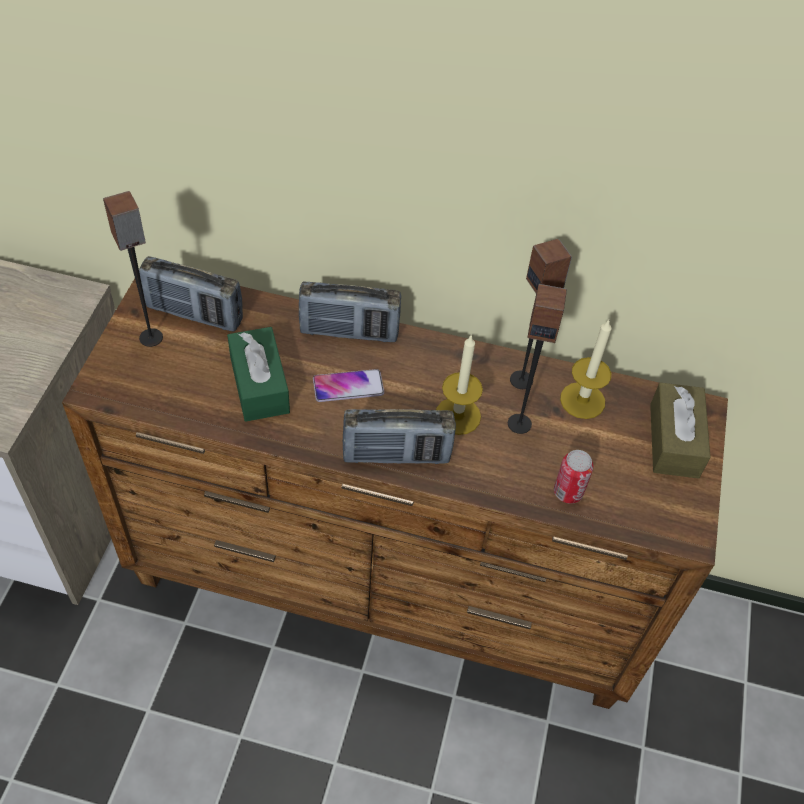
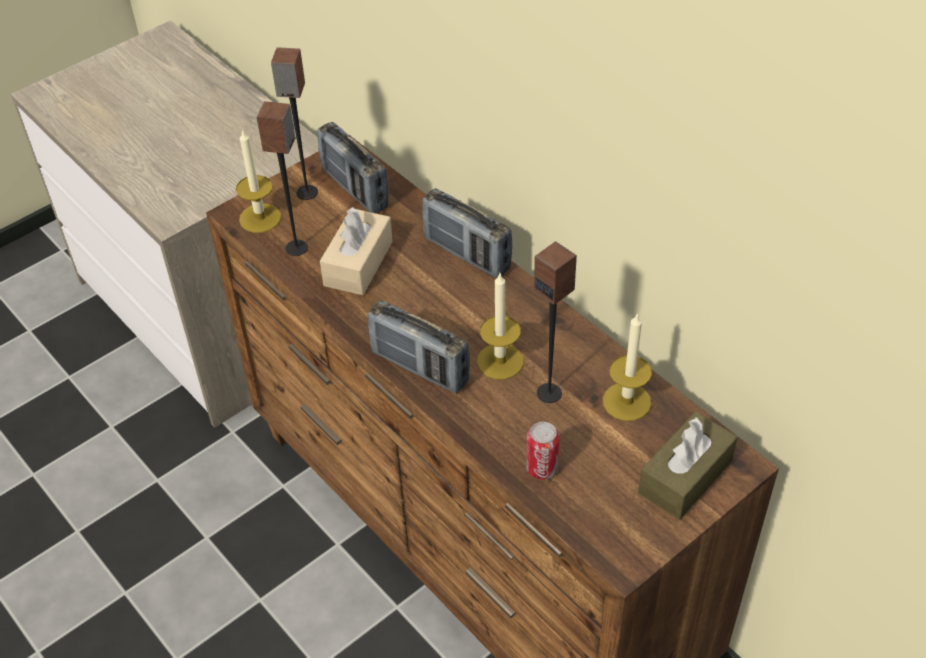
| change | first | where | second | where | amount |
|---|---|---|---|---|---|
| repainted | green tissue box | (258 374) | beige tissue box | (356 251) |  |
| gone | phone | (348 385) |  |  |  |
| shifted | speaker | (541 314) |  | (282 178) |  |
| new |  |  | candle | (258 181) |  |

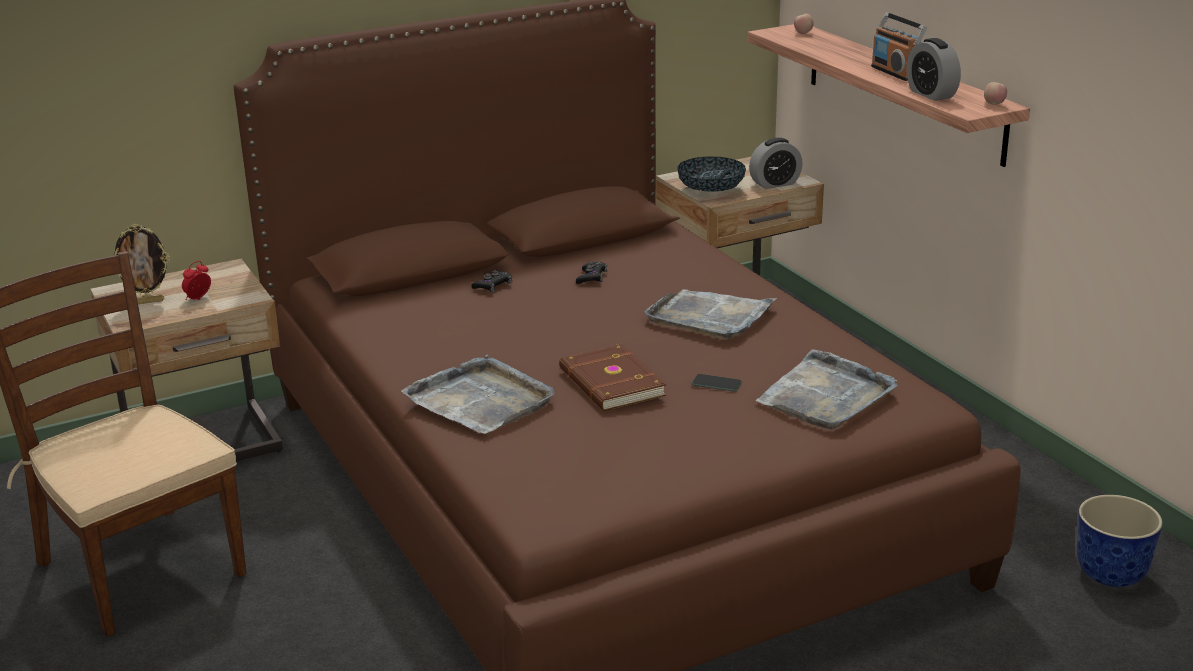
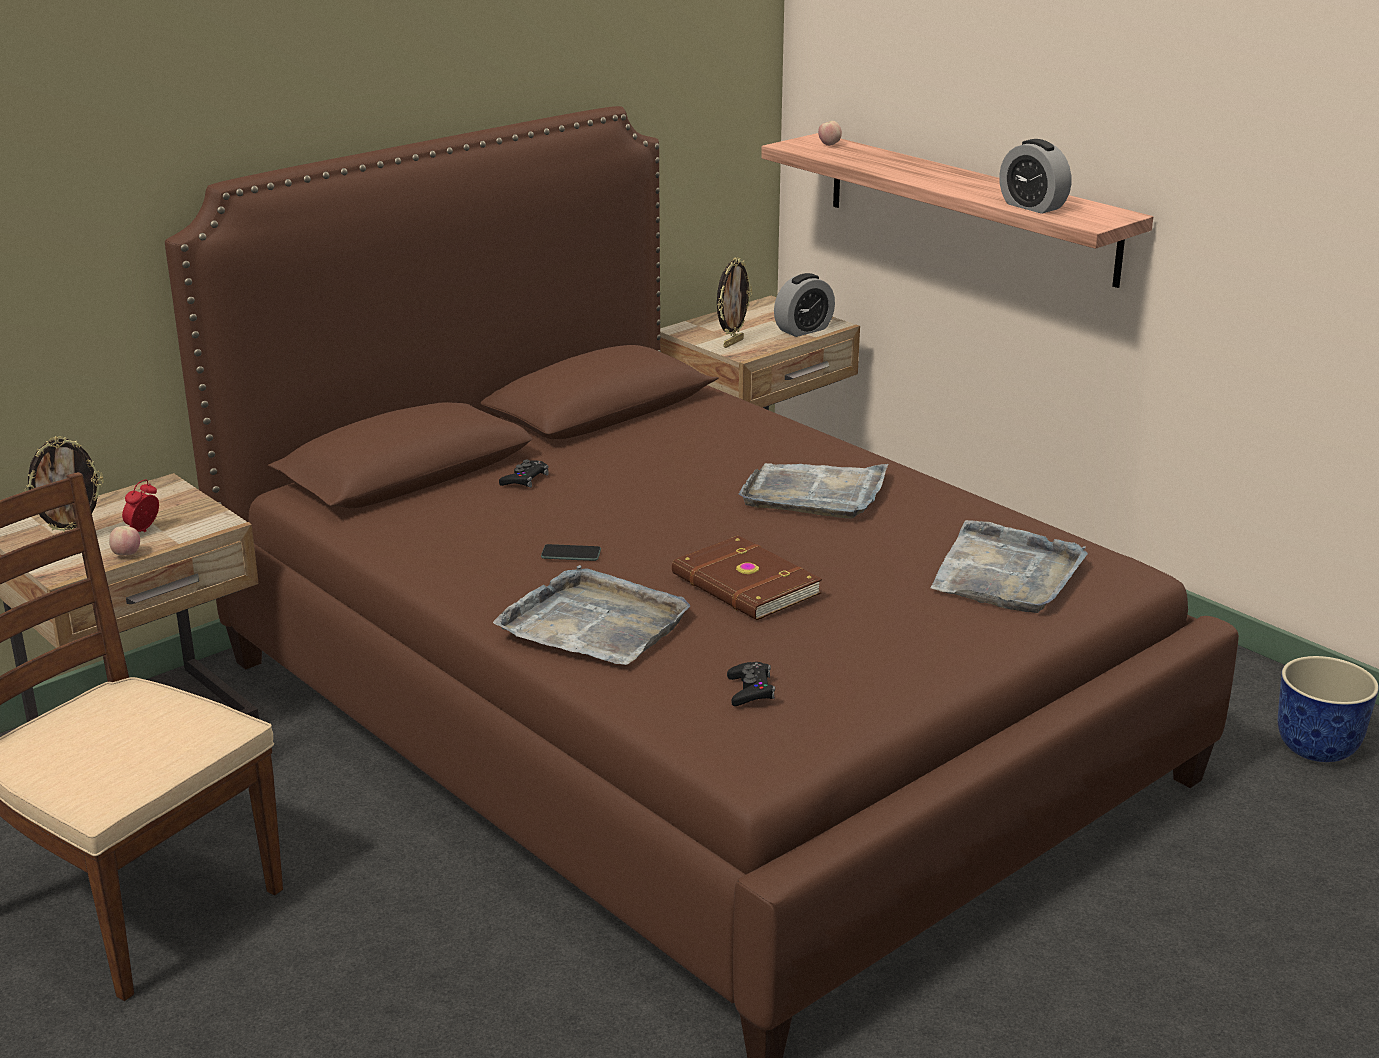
| change | first | where | second | where | amount |
|---|---|---|---|---|---|
| shifted | black game controller | (591 273) |  | (751 684) |  |
| swapped | bowl | (712 174) | picture frame | (734 302) |  |
| shifted | phone | (717 383) |  | (571 552) |  |
| gone | radio | (899 46) |  |  |  |
| shifted | apple | (995 93) |  | (124 540) |  |

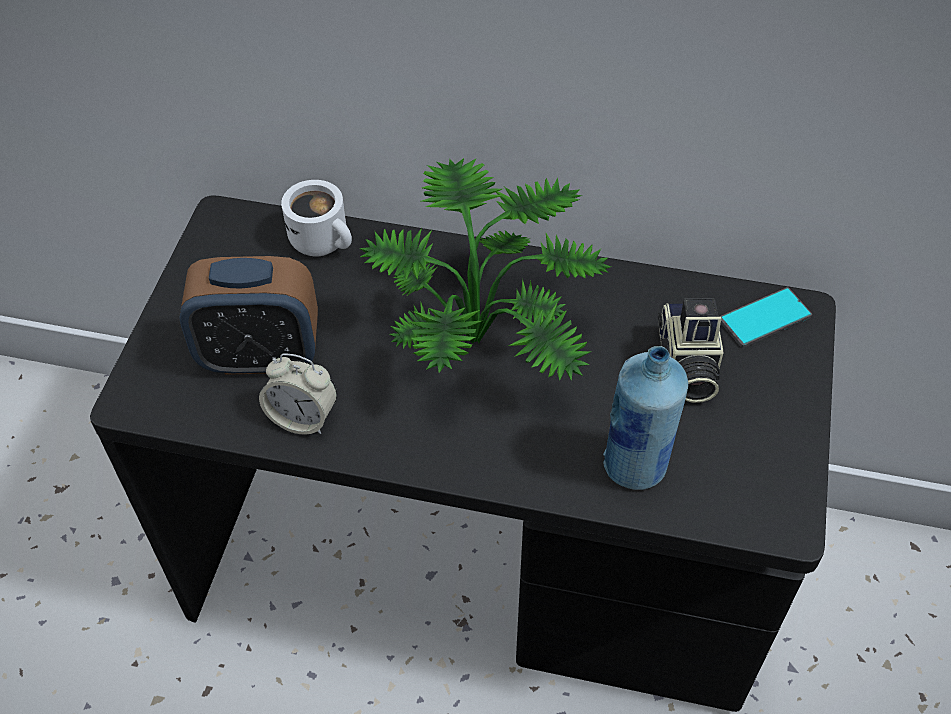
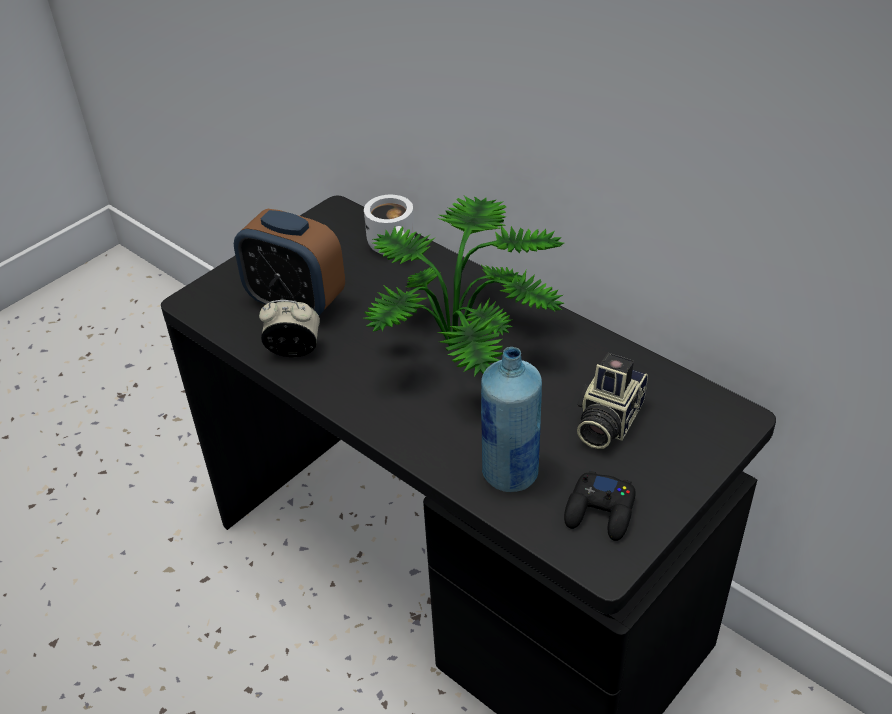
| change | first | where | second | where | amount |
|---|---|---|---|---|---|
| rotated | alarm clock | (298 394) |  | (289 328) | 135 degrees clockwise |
| gone | phone | (766 317) |  |  |  |
| new |  |  | black game controller | (599 505) |  |

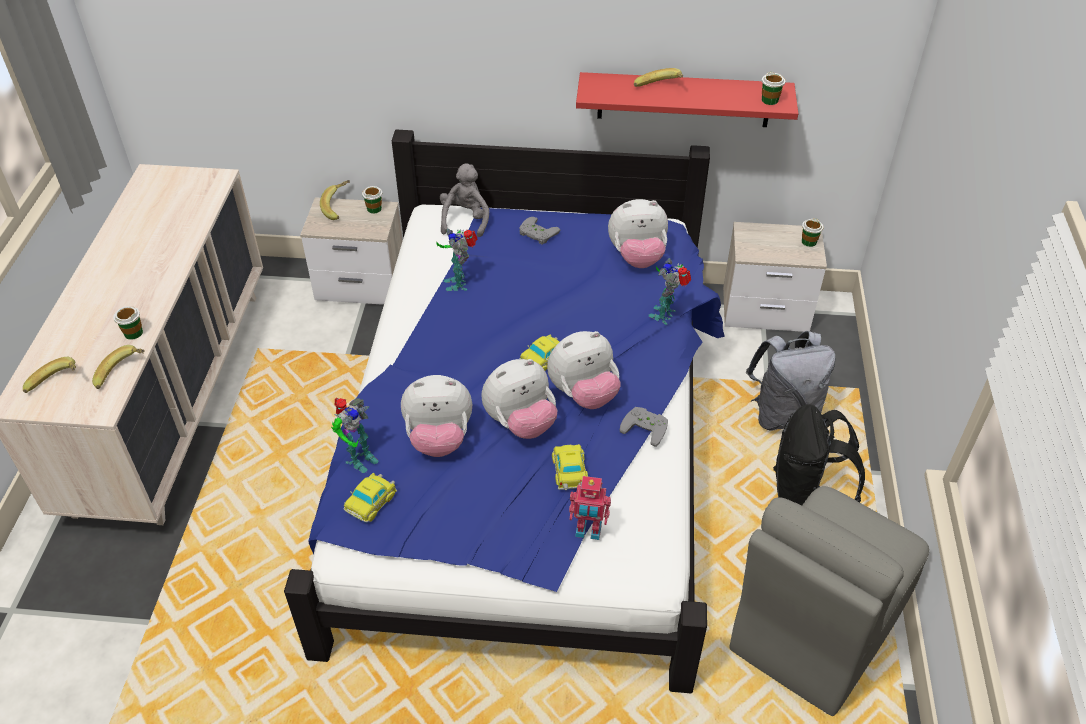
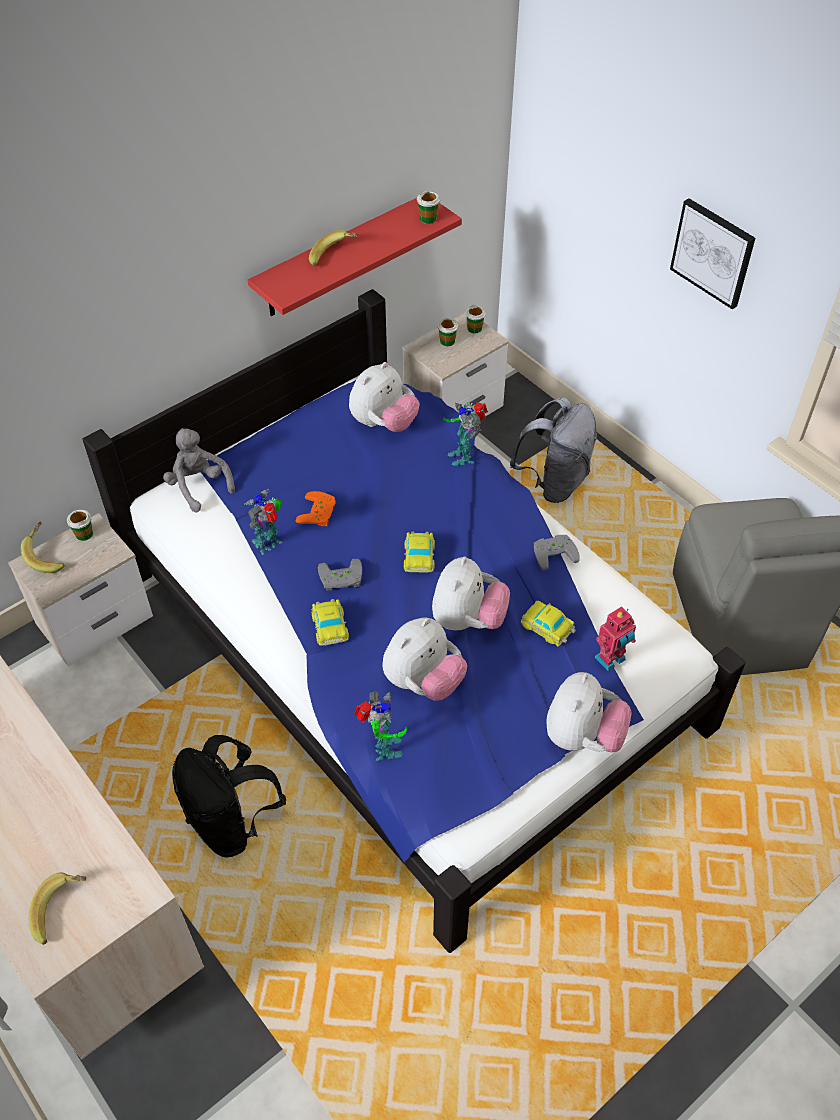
| change | first | where | second | where | amount |
|---|---|---|---|---|---|
| gone | banana | (118 367) |  |  |  |
| shifted | cup | (128 323) |  | (448 332) |  |
| shifted | toy car | (370 498) |  | (330 622) |  |
| rotated | toy robot | (457 260) |  | (263 522) | 105 degrees clockwise |
| shifted | grey game controller | (540 231) |  | (340 575) |  |
| shifted | plush toy | (584 370) |  | (589 712) |  |
| shifted | black backpack | (819 454) |  | (229 796) |  |
| new |  |  | orange game controller | (316 509) |  |
| new |  |  | picture | (712 253) |  |

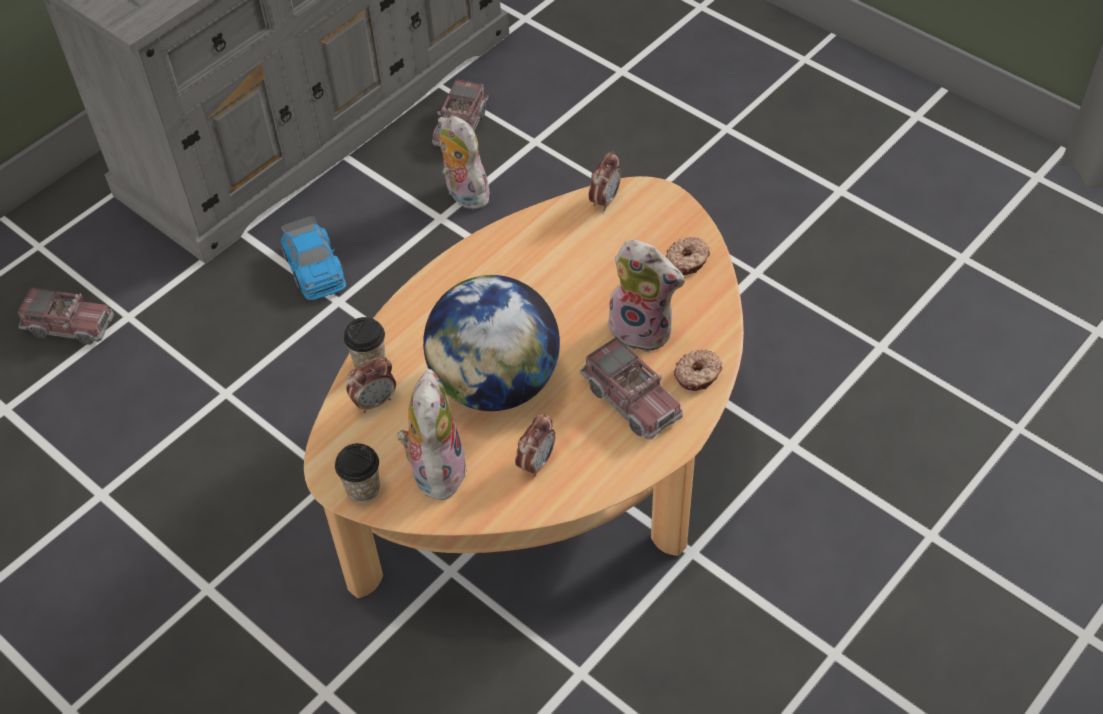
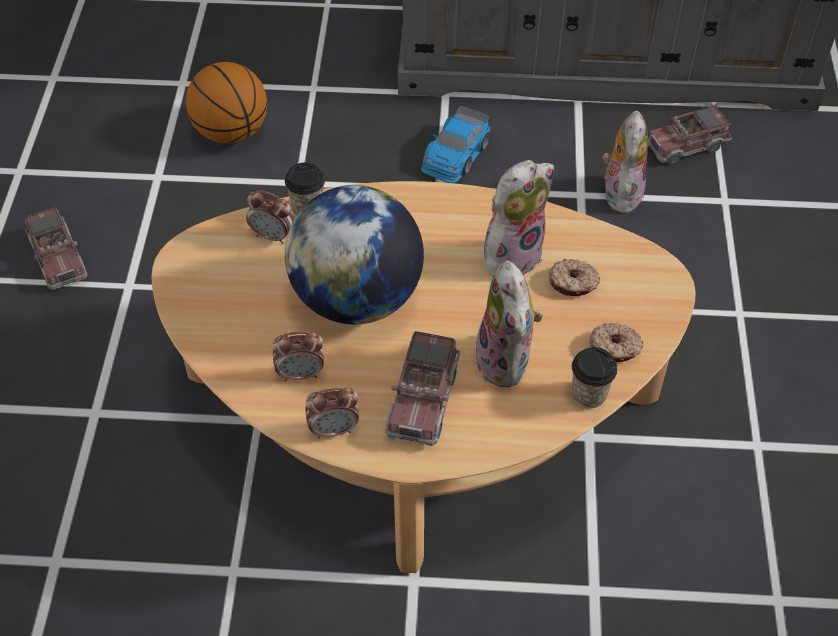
| change | first | where | second | where | amount |
|---|---|---|---|---|---|
| shifted | toy truck | (65 316) |  | (56 248) |  |
| shifted | cup | (357 473) |  | (594 377) |  |
| shifted | plush toy | (432 434) |  | (519 218) |  |
| shifted | alarm clock | (605 181) |  | (332 412) |  |
| shifted | donut | (698 370) |  | (574 277) |  |
| new |  |  | basketball | (226 103) |  |

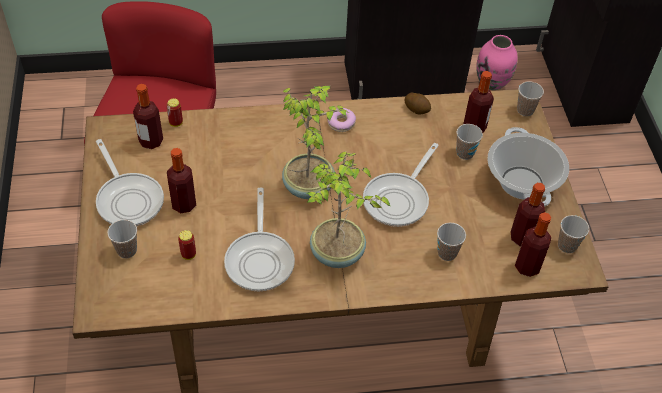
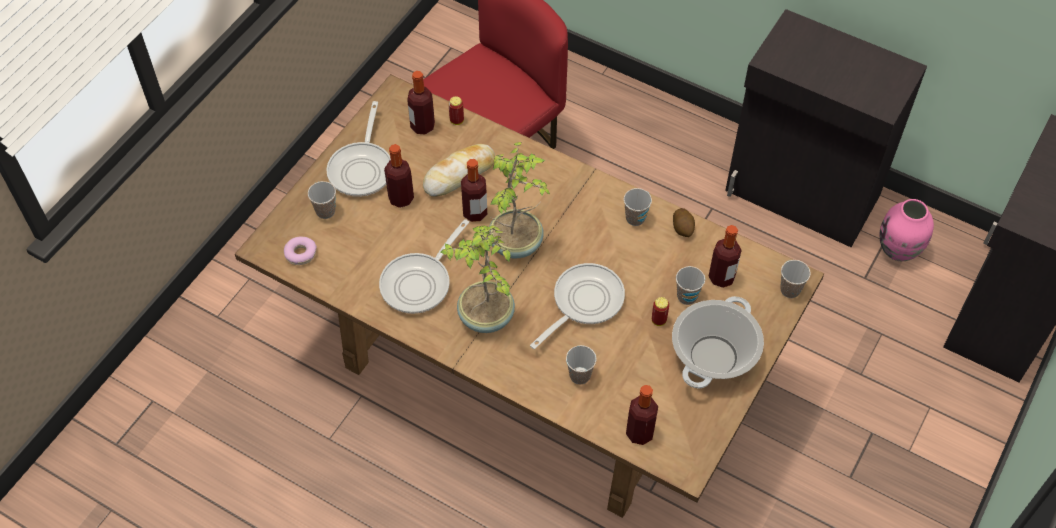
| change | first | where | second | where | amount |
|---|---|---|---|---|---|
| shifted | can | (187 245) |  | (660 311) |  |
| shifted | donut | (342 120) |  | (300 251) |  |
| rotated | frying pan | (401 185) |  | (577 306) | 150 degrees clockwise |
| shifted | bottle | (528 214) |  | (474 190) |  |
| shifted | cup | (573 234) |  | (638 207) |  |
| new |  |  | bread | (459 170) |  |

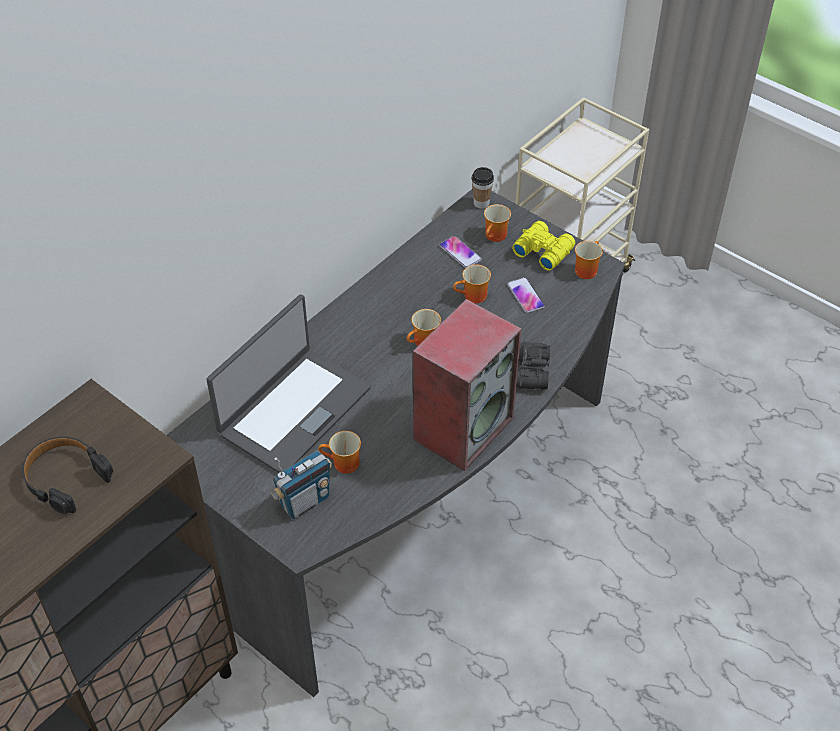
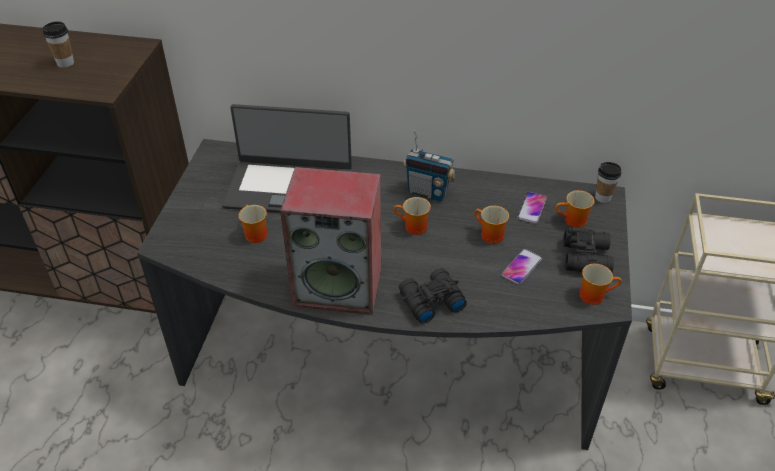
| change | first | where | second | where | amount |
|---|---|---|---|---|---|
| swapped | black headphones | (67 475) | cup | (58 44) |  |
| shifted | radio | (301 484) |  | (429 166) |  |
| repainted | yellow binoculars | (543 246) | black binoculars | (589 249) |  |

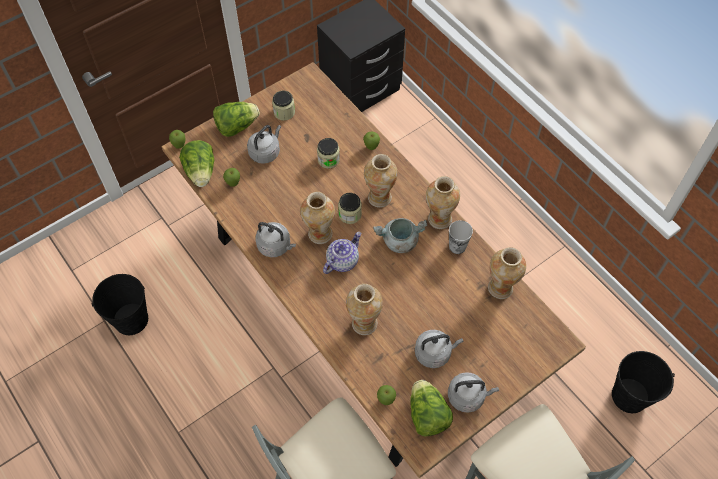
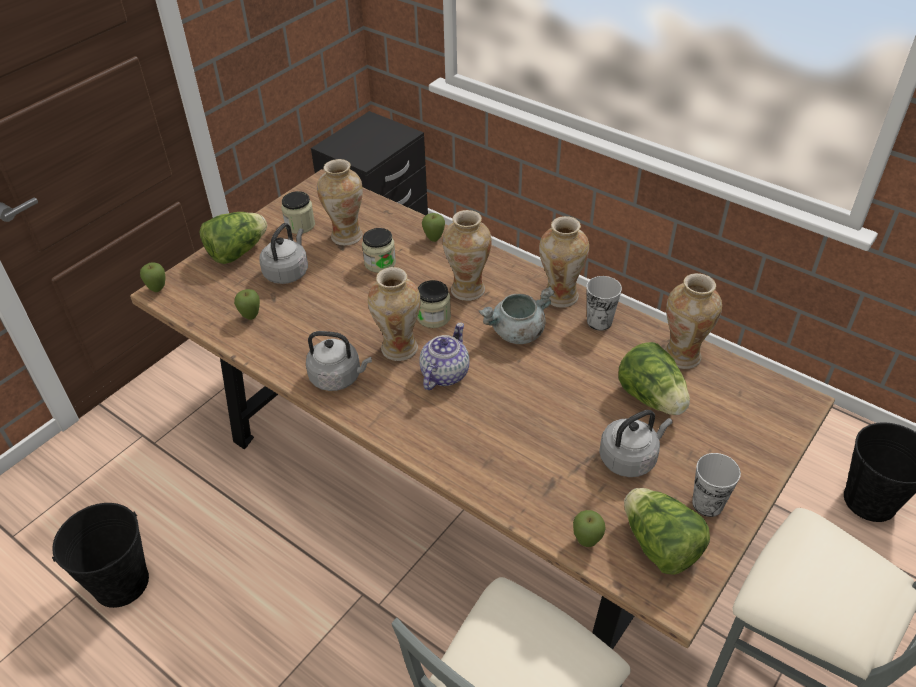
| change | first | where | second | where | amount |
|---|---|---|---|---|---|
| shifted | lettuce | (197 163) |  | (654 378) |  |
| shifted | vase | (364 309) |  | (340 202) |  |
| swapped | grey kettle | (473 392) | cup | (716 485) |  |

